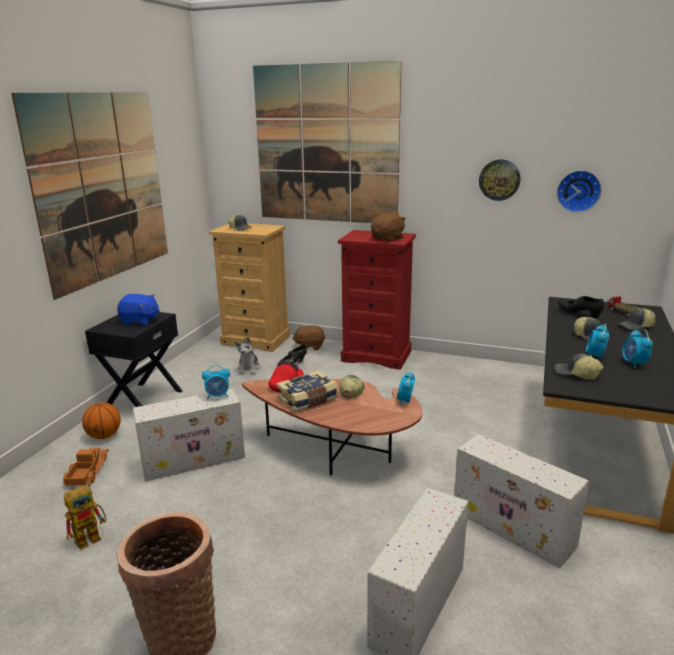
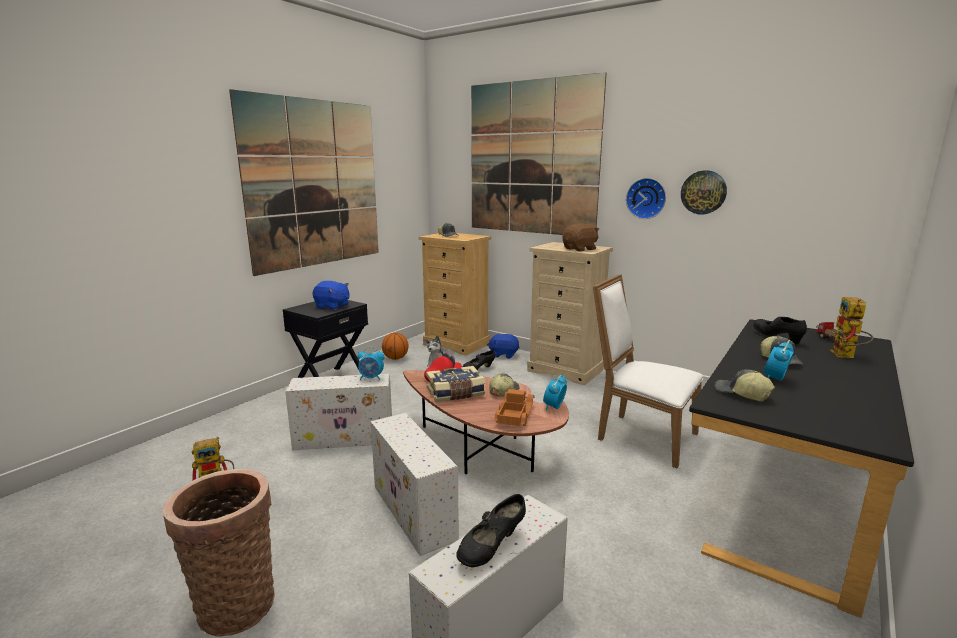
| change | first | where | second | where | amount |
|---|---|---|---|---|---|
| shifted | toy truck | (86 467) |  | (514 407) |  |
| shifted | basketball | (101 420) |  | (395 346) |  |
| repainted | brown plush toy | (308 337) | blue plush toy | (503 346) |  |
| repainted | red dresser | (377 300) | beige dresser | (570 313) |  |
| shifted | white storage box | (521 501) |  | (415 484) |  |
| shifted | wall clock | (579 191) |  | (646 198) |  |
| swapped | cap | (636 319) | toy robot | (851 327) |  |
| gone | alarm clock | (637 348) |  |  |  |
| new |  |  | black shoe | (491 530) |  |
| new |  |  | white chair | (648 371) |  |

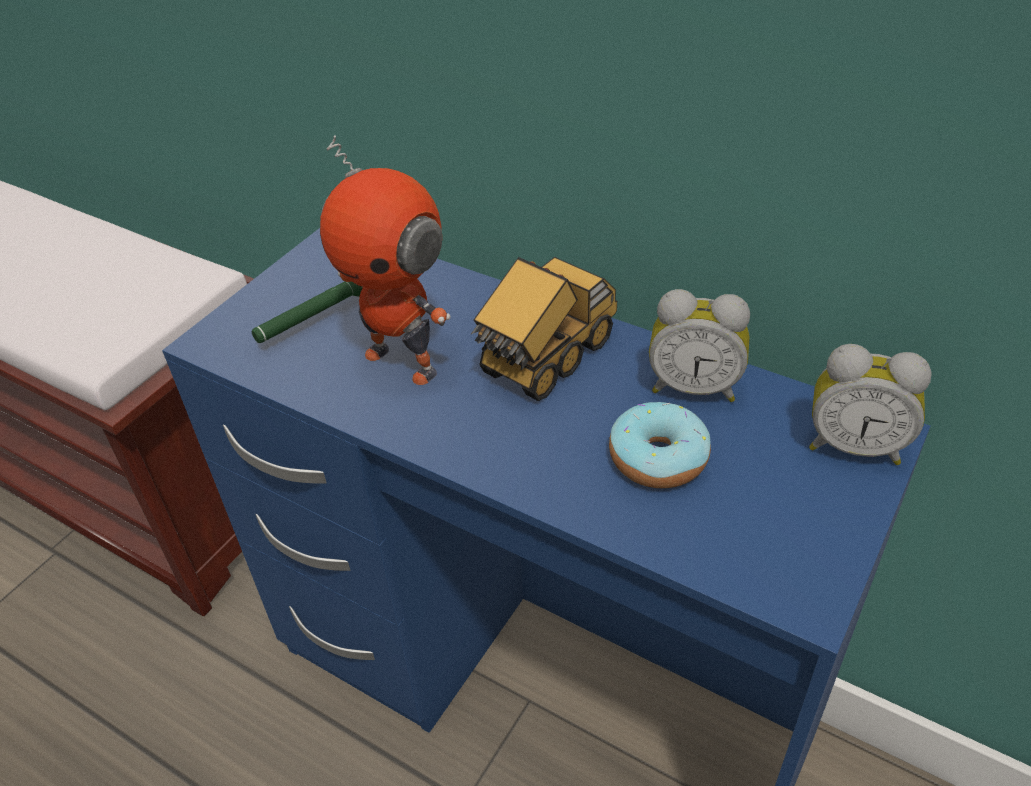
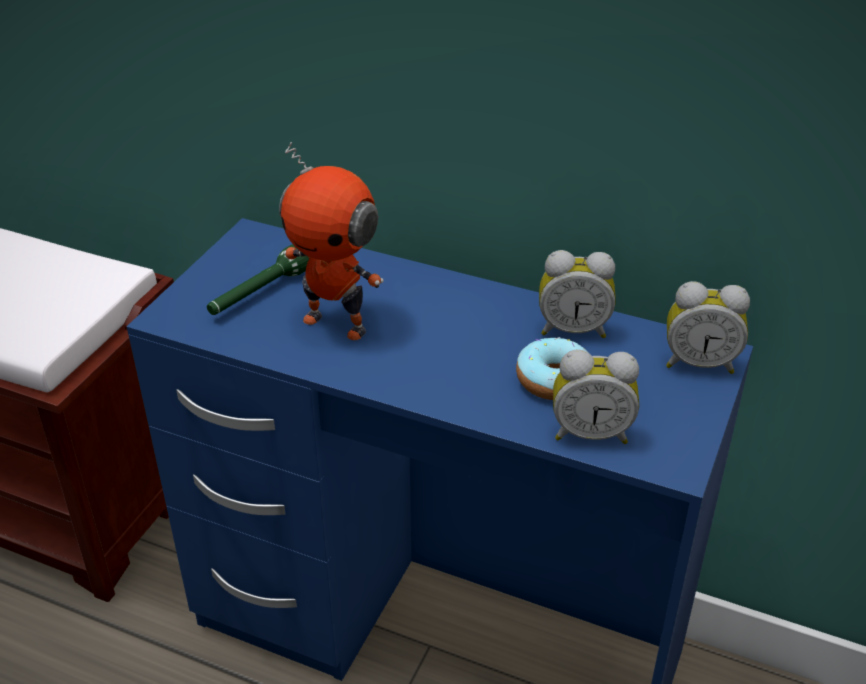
| change | first | where | second | where | amount |
|---|---|---|---|---|---|
| gone | toy truck | (543 329) |  |  |  |
| new |  |  | alarm clock | (596 397) |  |

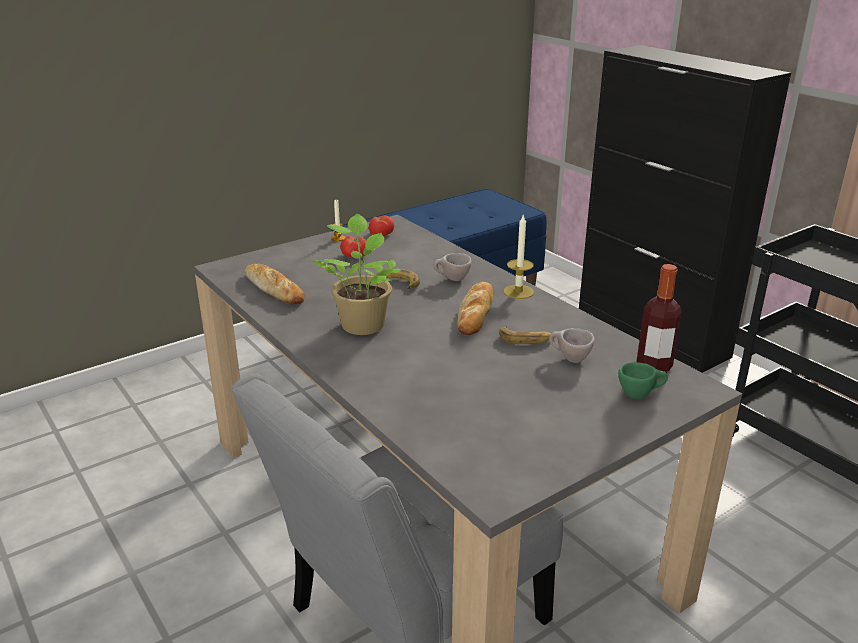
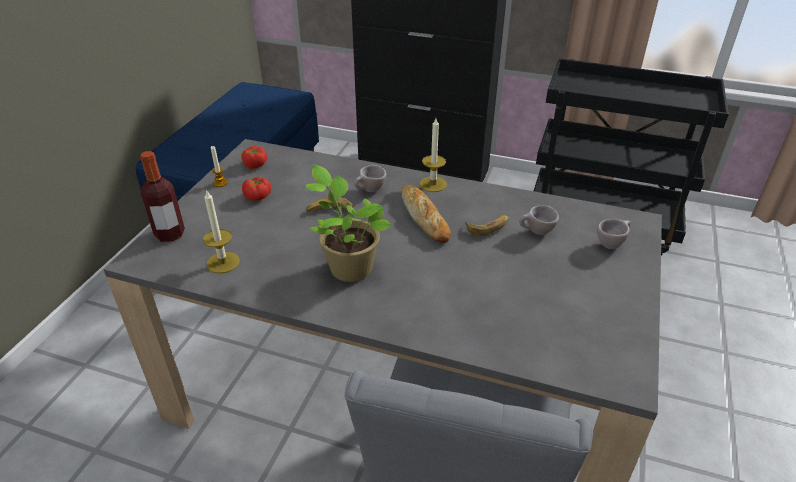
| change | first | where | second | where | amount |
|---|---|---|---|---|---|
| swapped | bread | (275 284) | candle | (221 231) |  |
| repainted | green cup | (643 380) | beige cup | (613 234) |  |
| shifted | bottle | (659 318) |  | (162 196) |  |

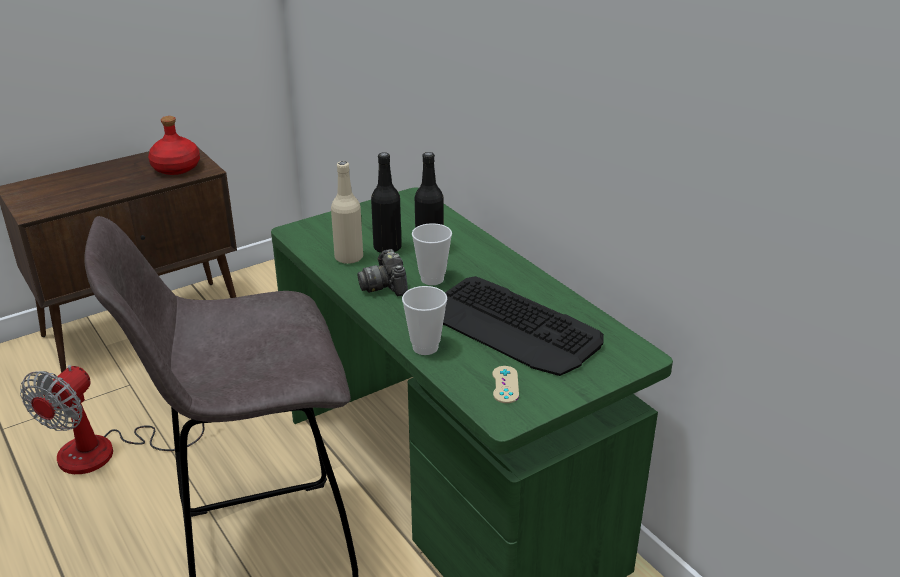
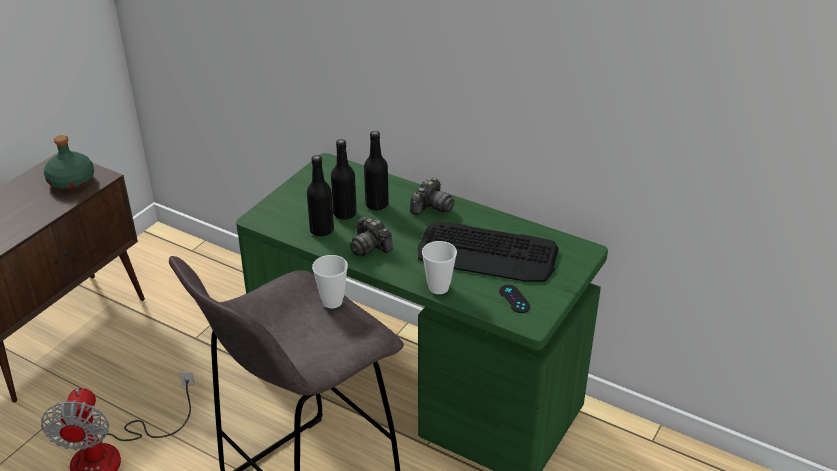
| change | first | where | second | where | amount |
|---|---|---|---|---|---|
| repainted | red bottle | (174 145) | green bottle | (69 162) |  |
| repainted | beige bottle | (347 212) | black bottle | (320 196) |  |
| shifted | cup | (432 254) |  | (330 282) |  |
| repainted | beige game controller | (505 384) | black game controller | (514 299) |  |
| new |  |  | photo camera | (432 196) |  |

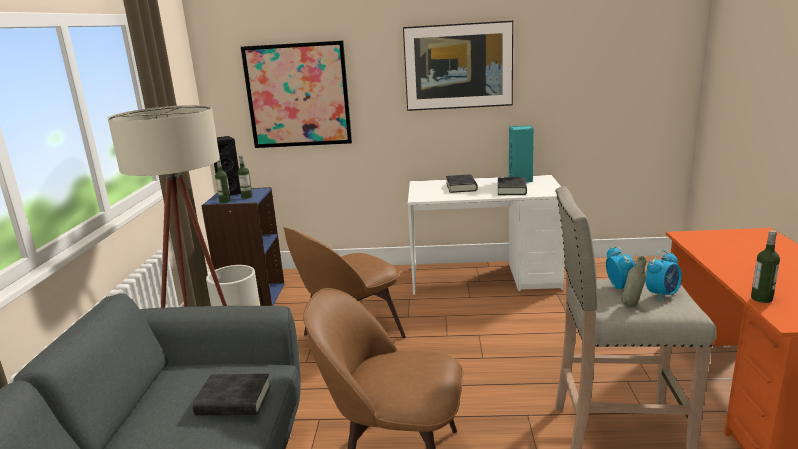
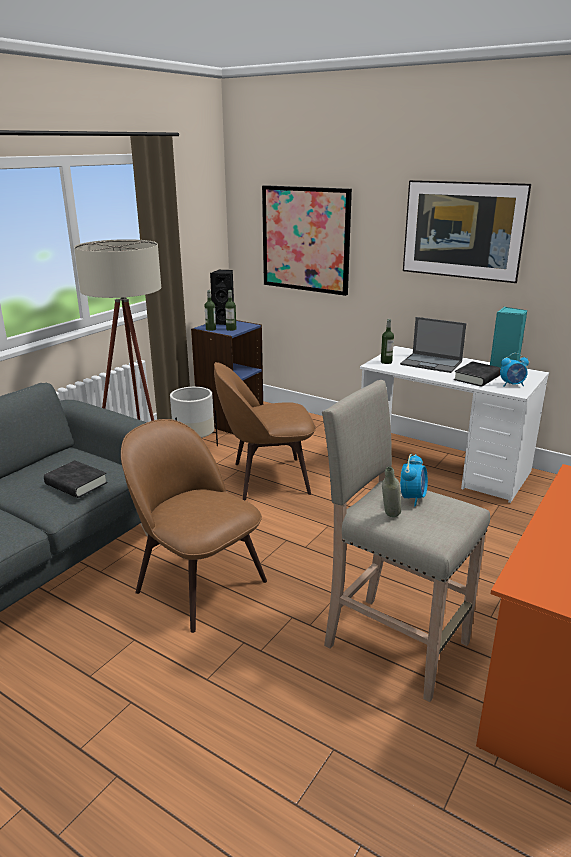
| change | first | where | second | where | amount |
|---|---|---|---|---|---|
| swapped | black book | (461 184) | laptop | (433 345) |  |
| shifted | alarm clock | (663 275) |  | (514 369) |  |
| shifted | bottle | (765 266) |  | (387 341) |  |

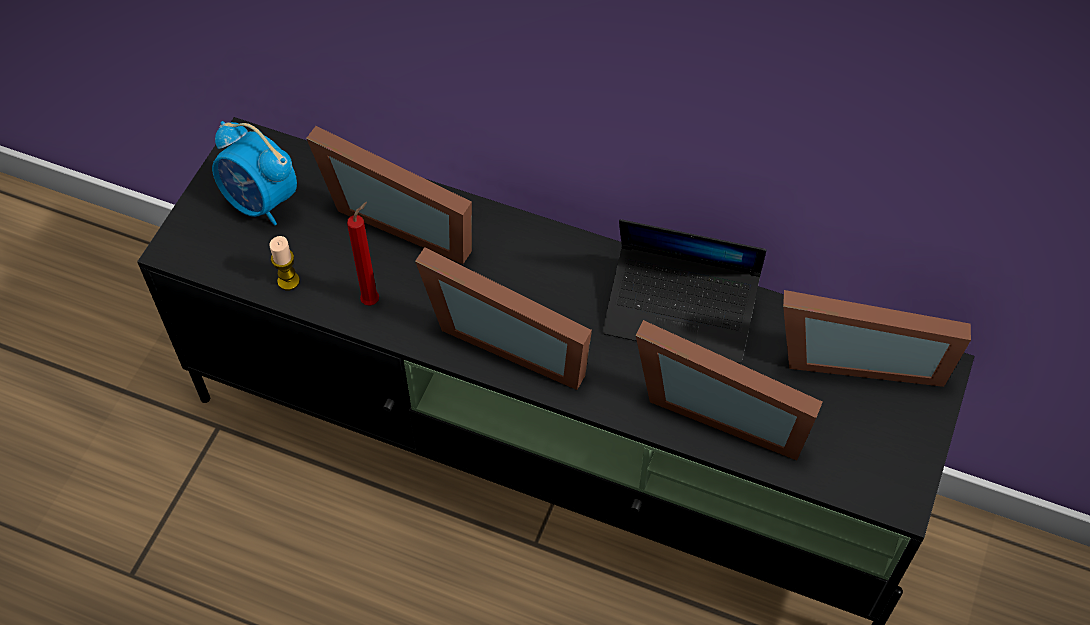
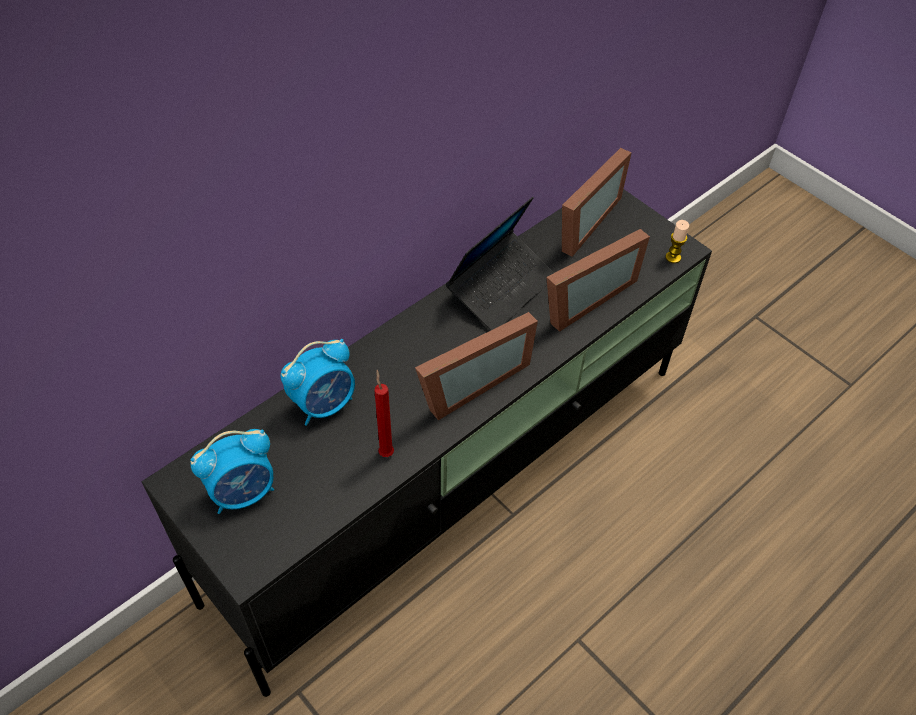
| change | first | where | second | where | amount |
|---|---|---|---|---|---|
| shifted | candle | (284 263) |  | (677 241) |  |
| swapped | picture frame | (389 195) | alarm clock | (317 382) |  |

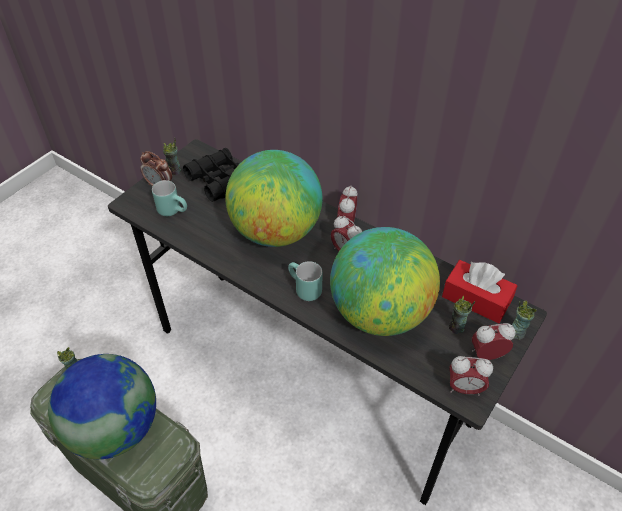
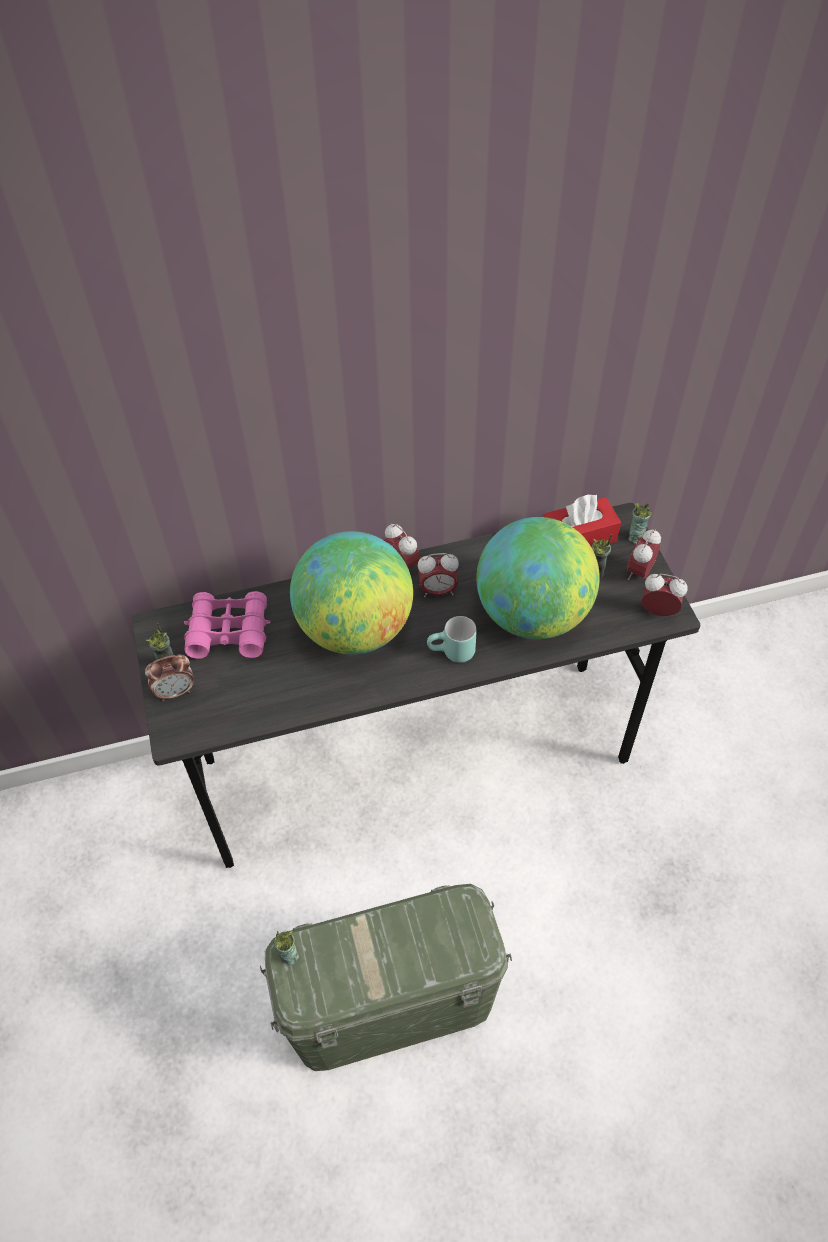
| change | first | where | second | where | amount |
|---|---|---|---|---|---|
| gone | globe | (102 406) |  |  |  |
| gone | turquoise mug | (169 198) |  |  |  |
| repainted | black binoculars | (211 175) | pink binoculars | (227 625) |  |
| rotated | alarm clock | (471 376) |  | (665 595) | 120 degrees counterclockwise |

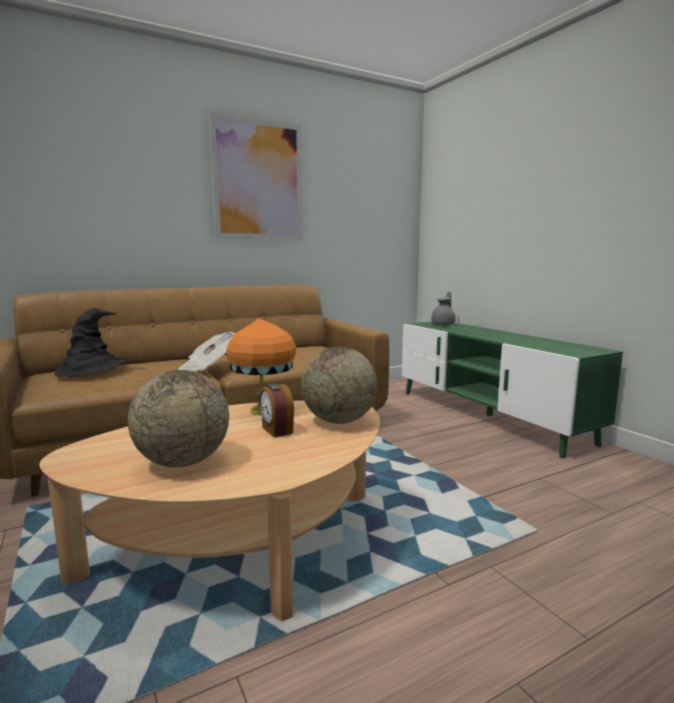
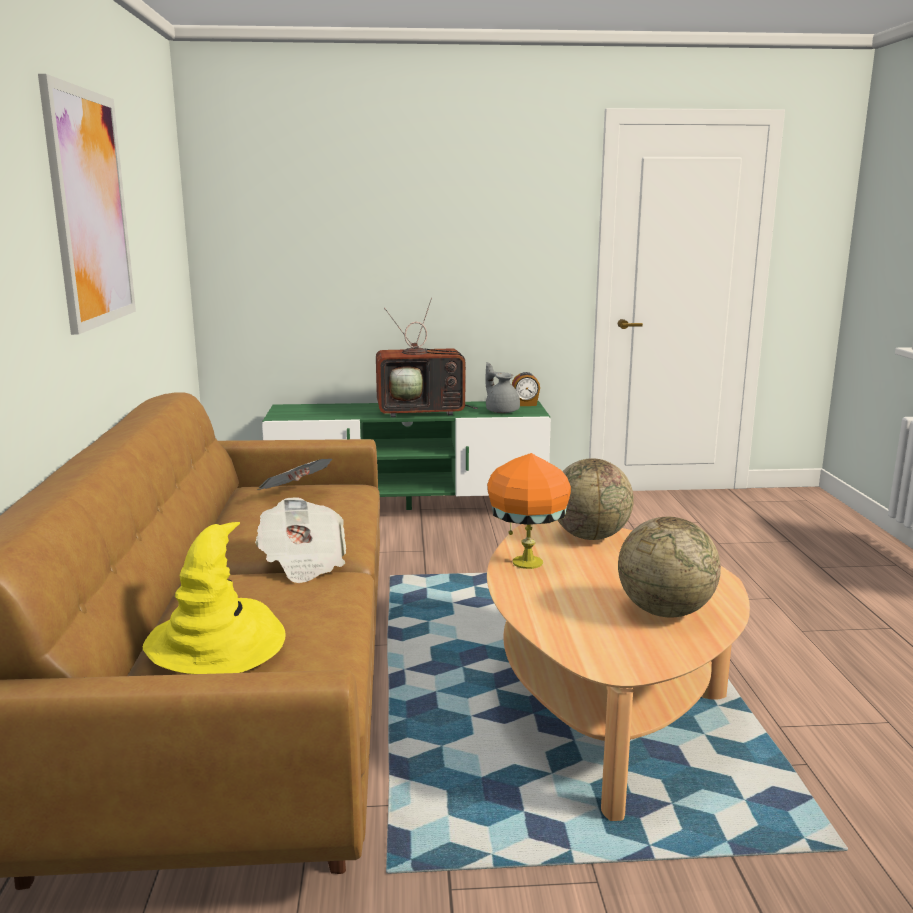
| change | first | where | second | where | amount |
|---|---|---|---|---|---|
| repainted | black hat | (91 342) | yellow hat | (214 598) |  |
| shifted | alarm clock | (276 410) |  | (526 389) |  |
| shifted | grey teapot | (443 308) |  | (502 387) |  |
| new |  |  | newspaper | (294 474) |  |
| new |  |  | television | (427 357) |  |

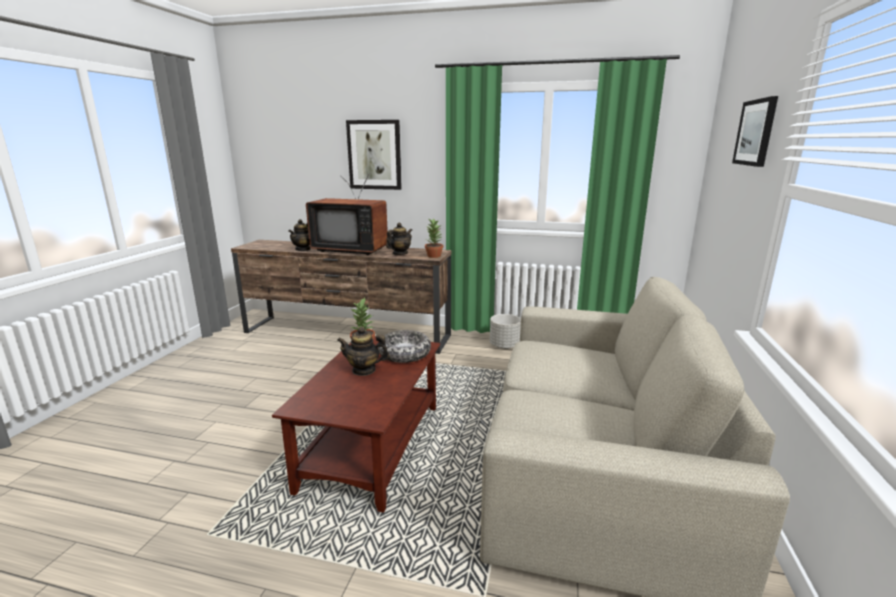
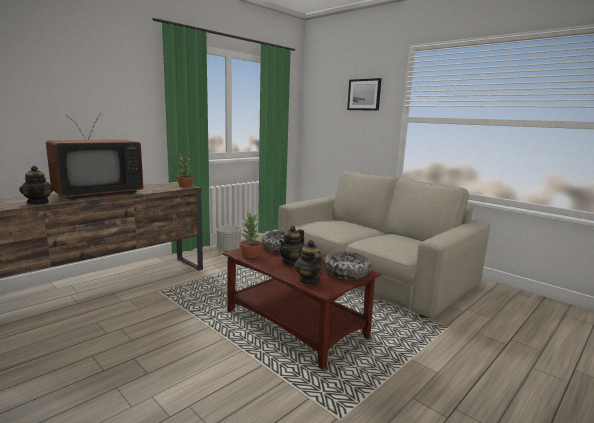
| change | first | where | second | where | amount |
|---|---|---|---|---|---|
| gone | picture | (374 155) |  |  |  |
| shifted | teapot | (399 238) |  | (310 262) |  |
| new |  |  | bowl | (347 265) |  |

